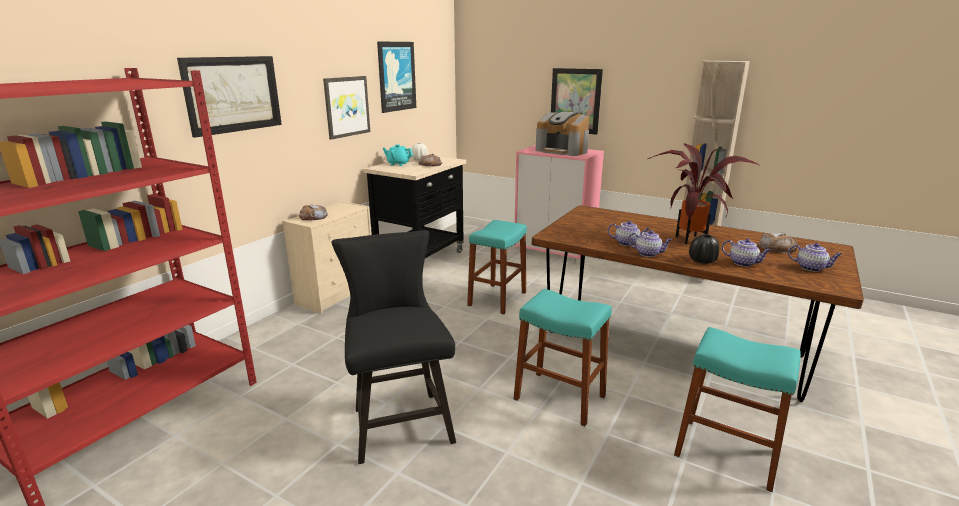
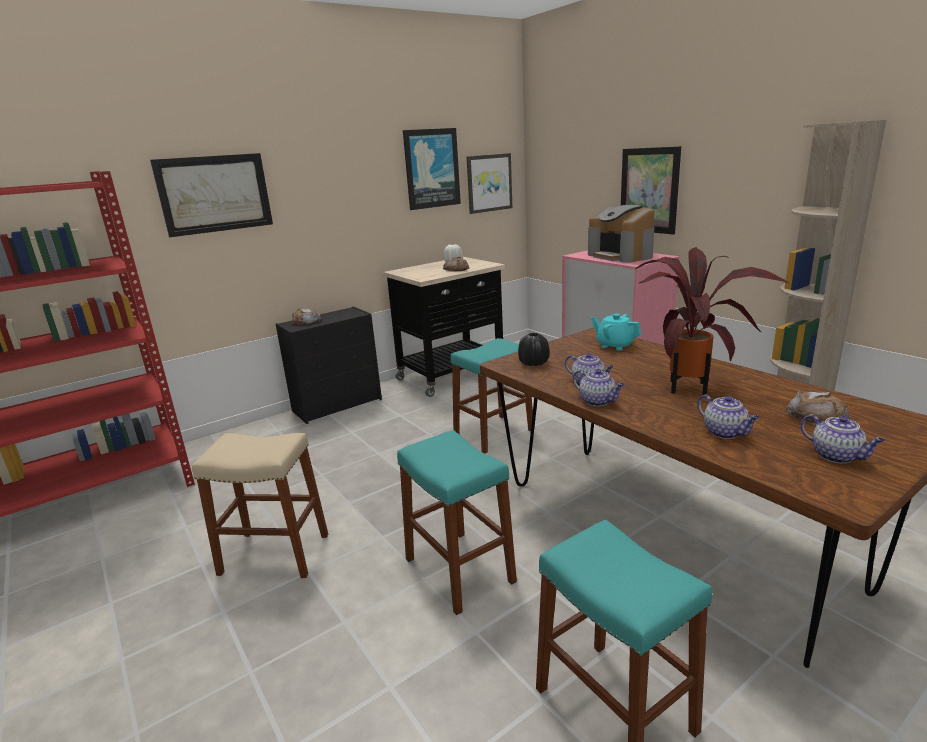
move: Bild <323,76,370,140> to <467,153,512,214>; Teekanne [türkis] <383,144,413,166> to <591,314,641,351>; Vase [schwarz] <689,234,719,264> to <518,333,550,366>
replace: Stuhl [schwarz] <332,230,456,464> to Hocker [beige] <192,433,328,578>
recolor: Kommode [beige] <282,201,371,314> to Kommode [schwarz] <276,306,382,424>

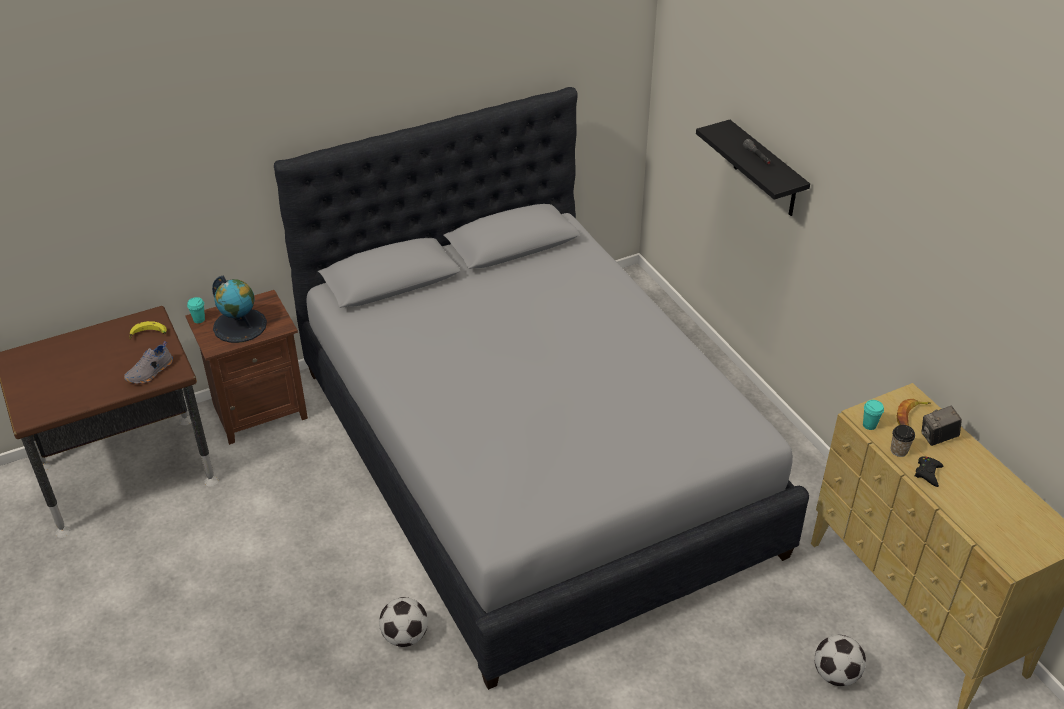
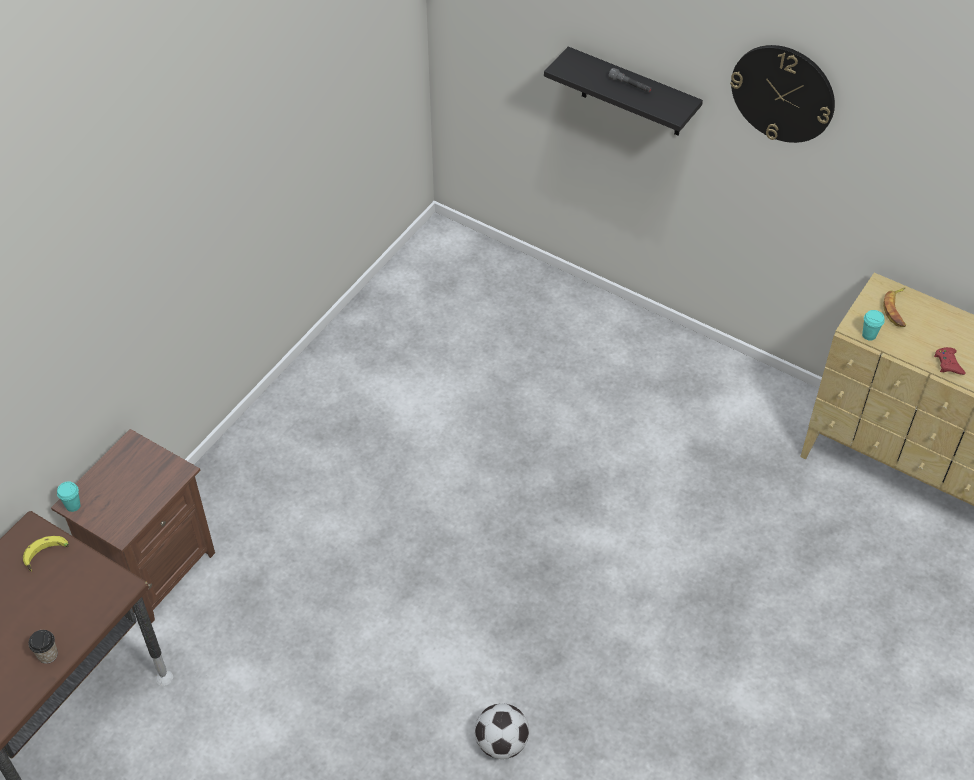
delete: Bett [grau] <274,87,809,690>; Globus <212,276,267,343>; Schuh [grau] <124,341,173,384>; Kamera <921,406,962,446>; Fußball <815,635,866,686>
insert: Wanduhr <730,45,835,143>
move: Tasse <891,425,915,457> to <28,630,58,664>
recolor: Gamepad [schwarz] <915,457,944,487> to Gamepad [rot] <934,347,966,375>

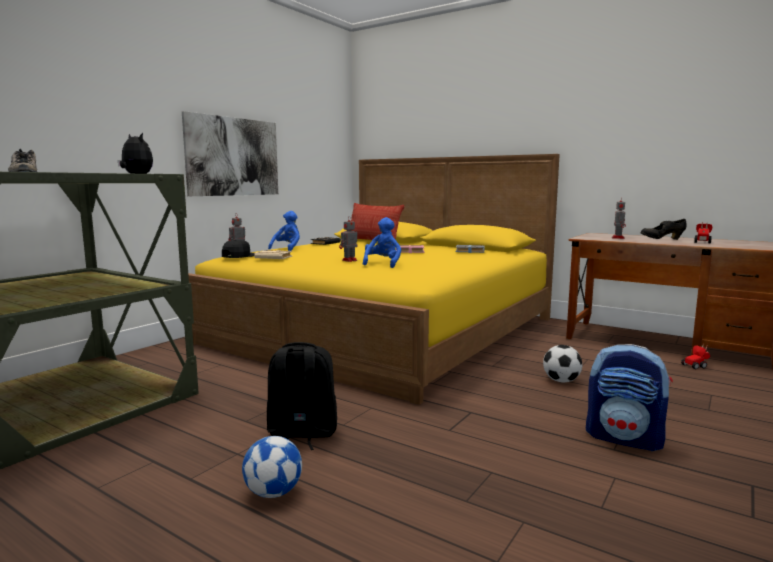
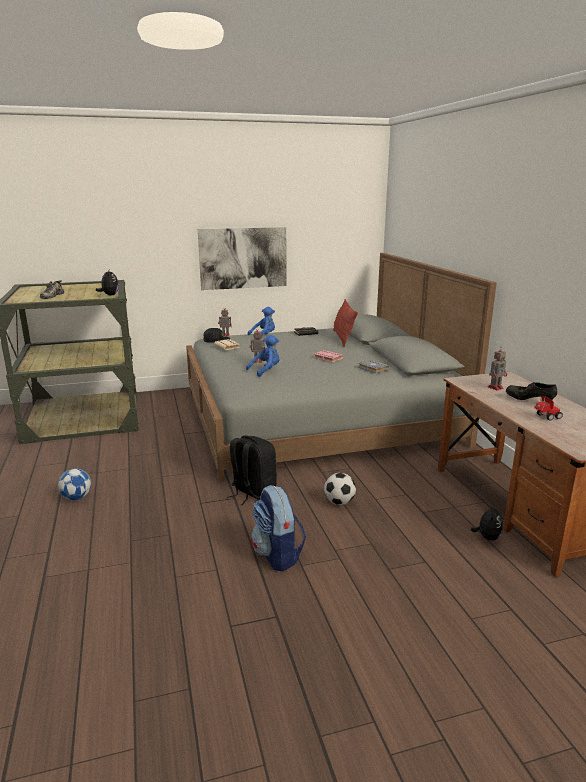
move: Rucksack [schwarz] <267,342,337,450> to <227,435,277,505>
replace: Spielzeugauto <681,343,711,369> to Plüschtier <471,504,504,541>
recolor: Bett [gelb] <188,154,560,405> to Bett [grau] <186,253,497,481>

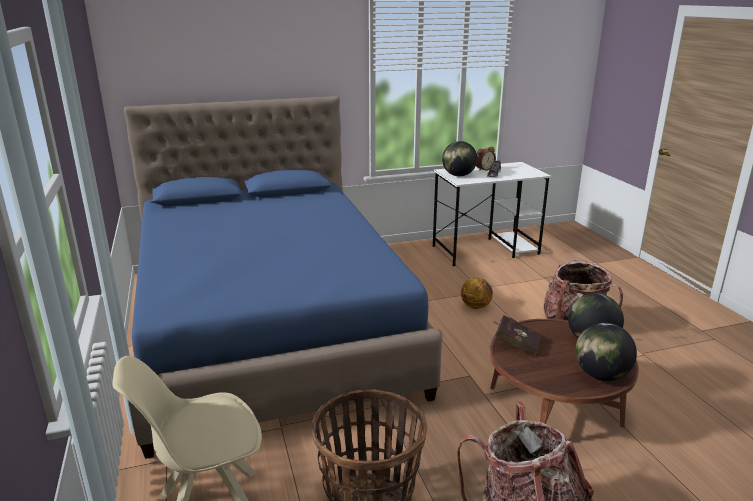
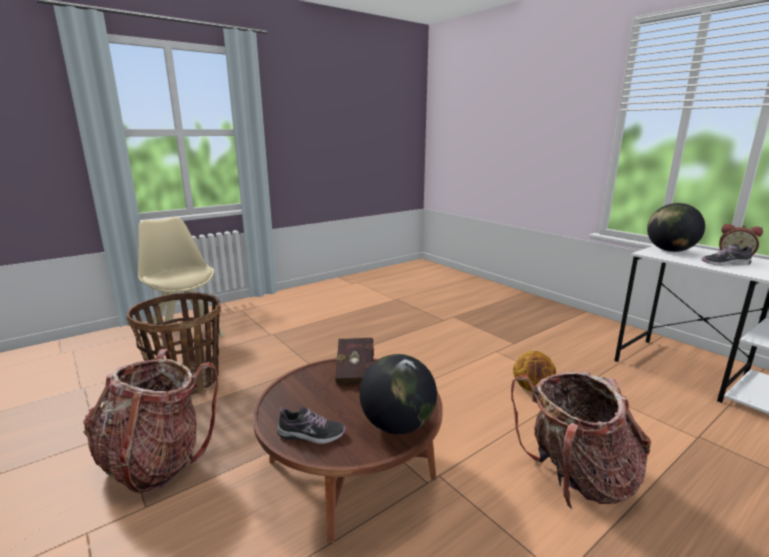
delete: Bett [blau] <124,96,443,459>
replace: Globus <575,323,637,381> to Schuh <277,407,346,444>

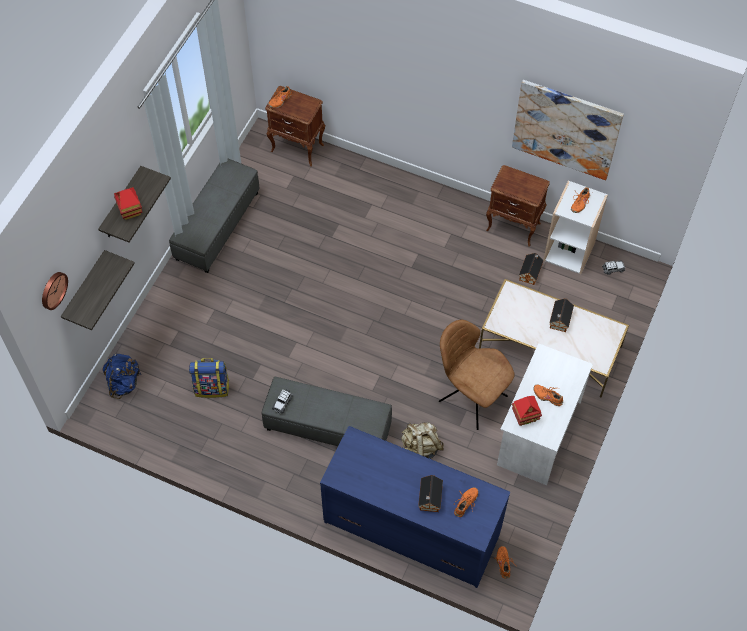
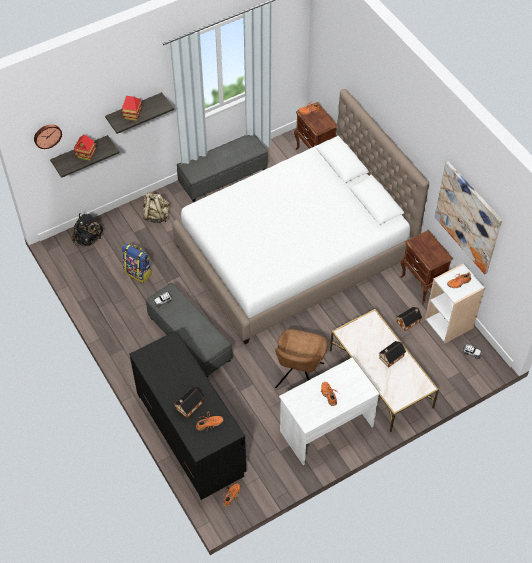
insert: Bett [weiß] <172,89,429,344>
move: Spielzeughaus <512,396,542,426> to <74,135,96,161>; Rucksack [beige] <401,422,444,459> to <143,191,170,223>
recolor: Rucksack [blau] <102,354,141,399> to Rucksack [schwarz] <72,213,103,246>; Kommode [blau] <320,426,510,588> to Kommode [schwarz] <129,331,246,500>
rotate: Stuhl [braun] <439,320,515,430> = <275,329,327,388> 150 degrees counterclockwise

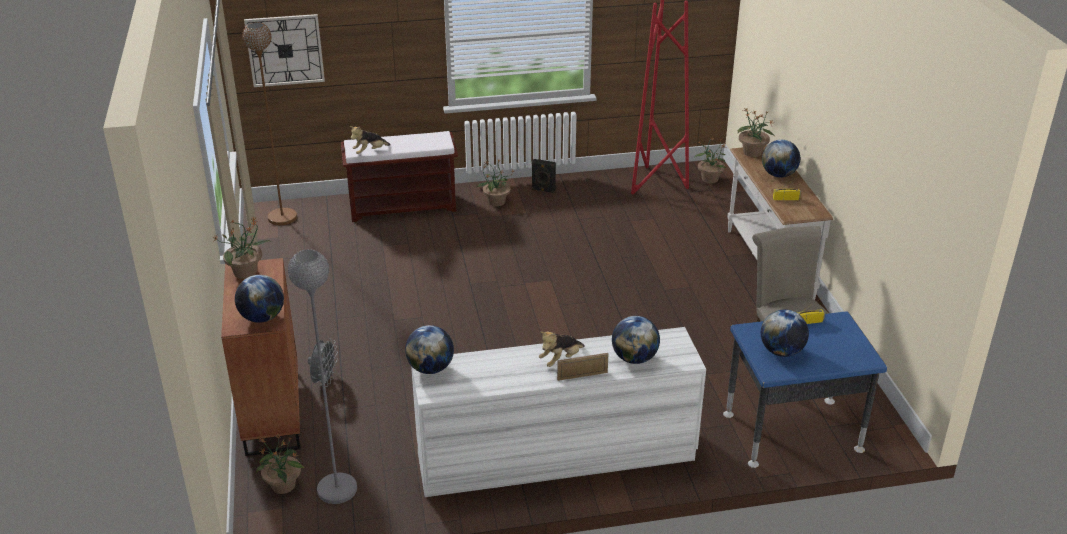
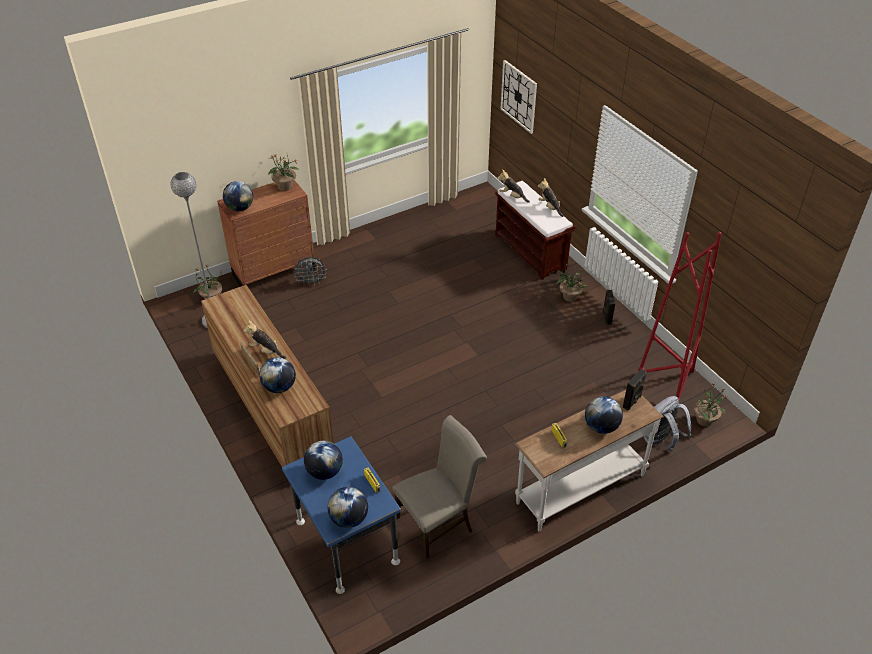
delete: Stehlampe [braun] <242,22,297,225>
insert: Plüschtier <538,178,564,217>; Rucksack [grau] <644,396,691,452>
move: Globus <405,325,454,374> to <328,487,368,528>
replace: Topfpflanze <738,108,774,157> to Lautsprecher [schwarz] <623,369,647,411>
recolor: Kommode [weiß] <411,327,706,497> to Kommode [braun] <201,285,334,467>

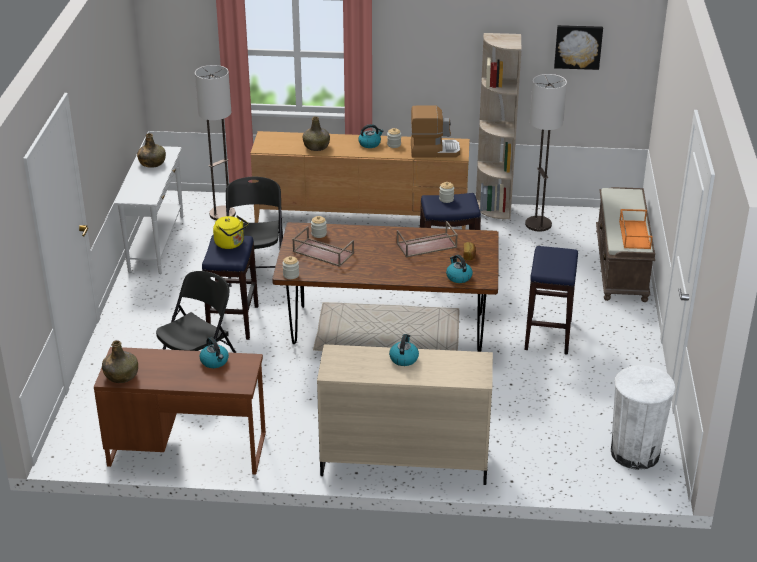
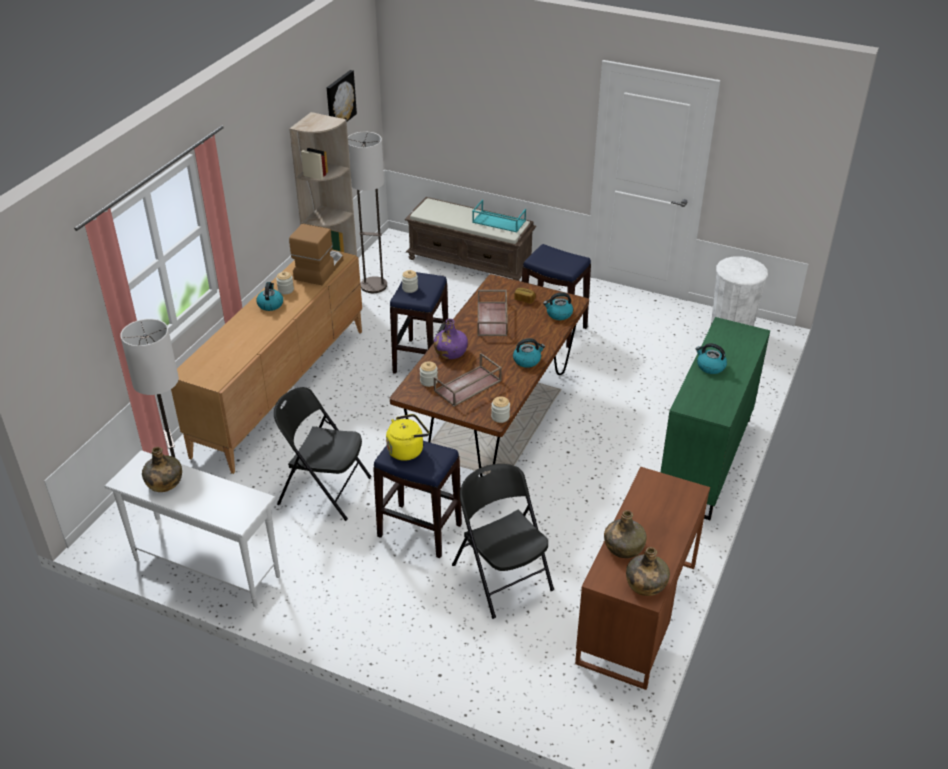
insert: Flasche [lila] <433,318,468,359>
move: Flasche [grün] <303,116,330,151> to <604,510,646,558>; Wasserkessel <200,337,229,368> to <513,338,545,368>
recolor: Tablett [orange] <619,209,653,249> to Tablett [türkis] <472,200,526,232>; Kommode [beige] <317,344,493,485> to Kommode [grün] <661,317,770,520>

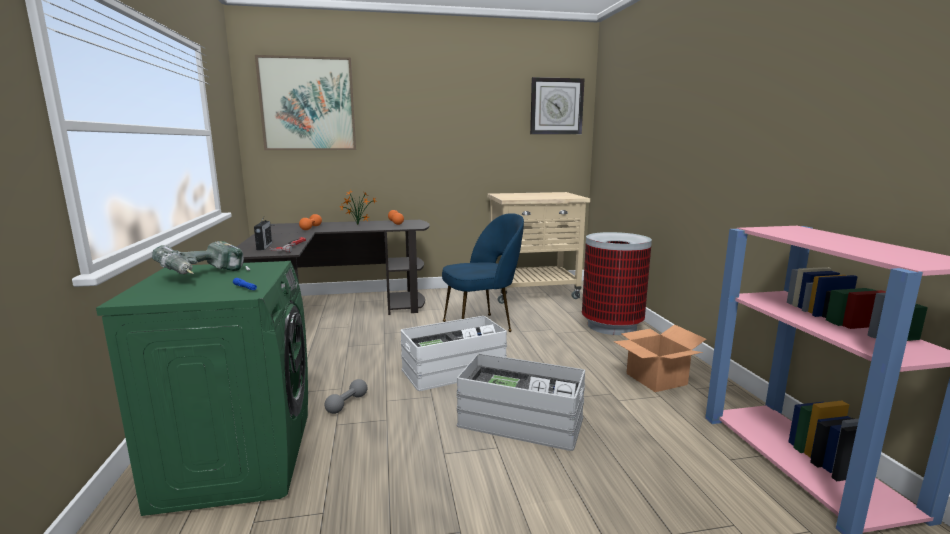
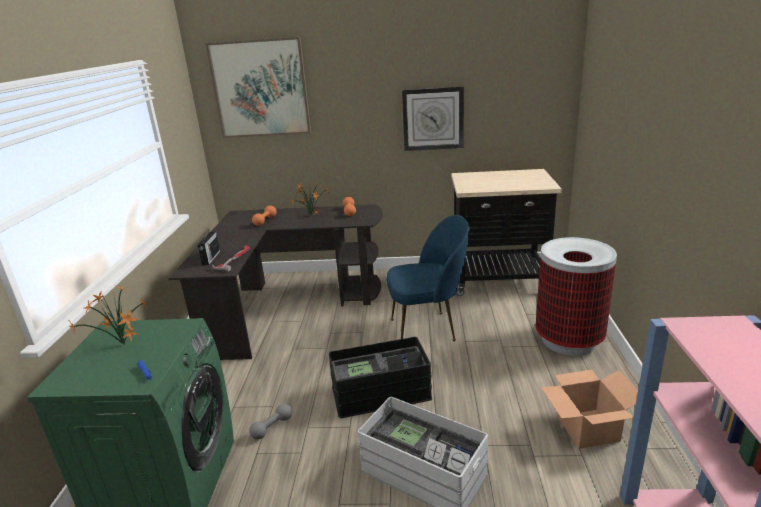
move: Wanduhr <530,77,585,134> to <402,86,464,151>
replace: Bohrmaschine <152,241,250,274> to Topfpflanze <69,286,147,344>
recolor: Rollwagen [beige] <487,192,590,304> to Rollwagen [schwarz] <451,169,562,296>; Aufbewahrungsbox [weiß] <401,316,507,391> to Aufbewahrungsbox [schwarz] <329,337,432,418>

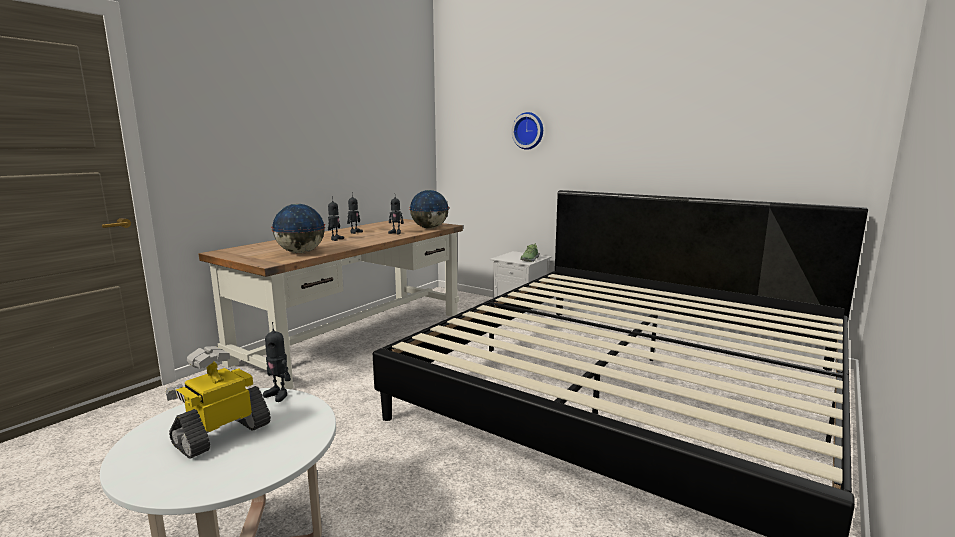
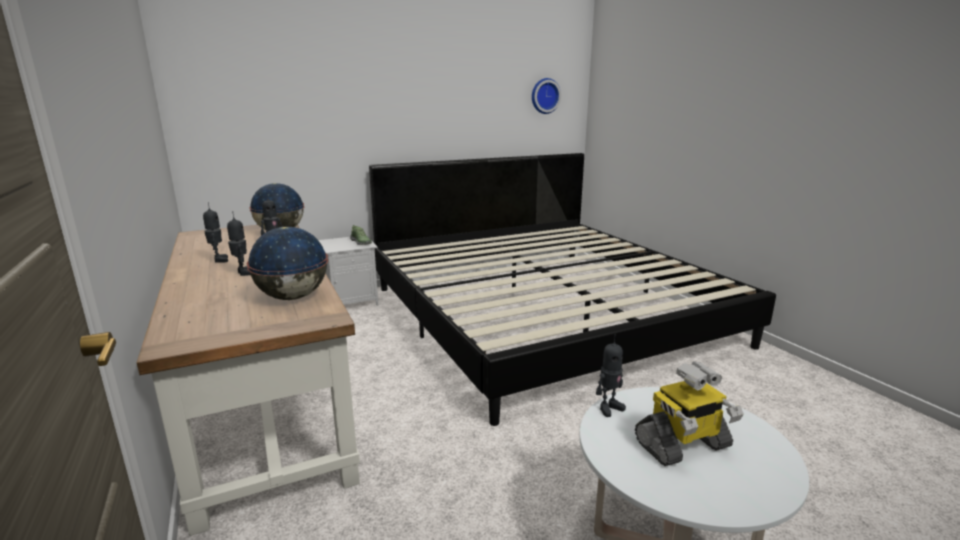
move: Wanduhr <512,112,543,150> to <532,78,561,114>
rotate: Spielzeugroboter <166,346,271,459> = <635,361,744,466> 90 degrees counterclockwise

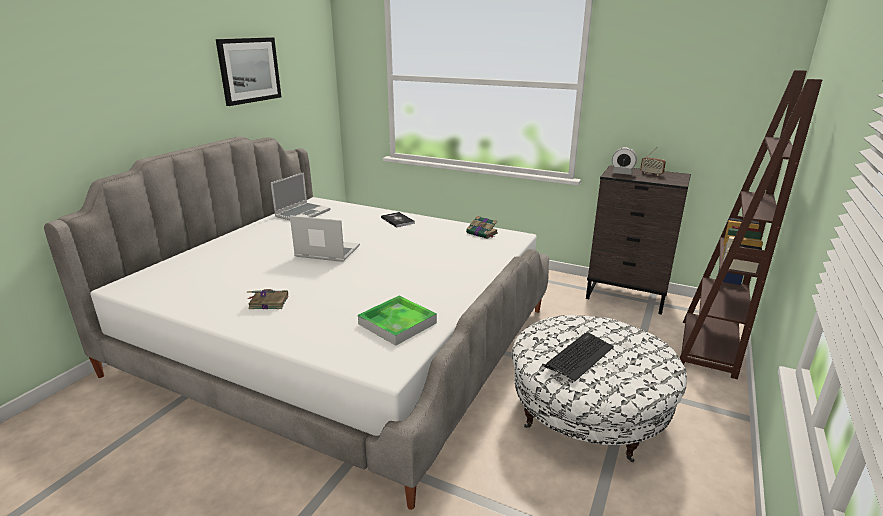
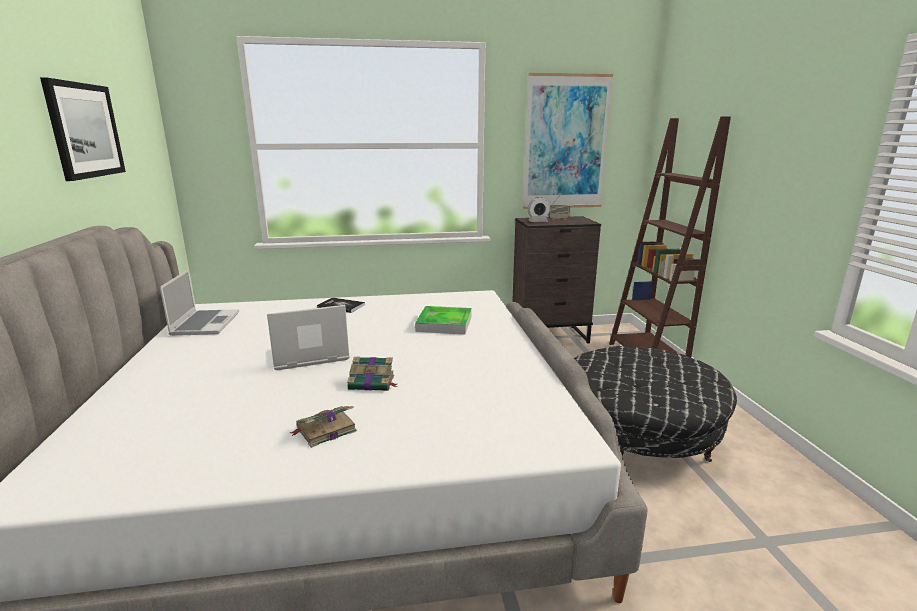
delete: Tastatur <544,333,614,381>
insert: Bild <523,73,613,209>
move: Buch <466,216,498,239> to <347,357,397,391>; Tablett <358,296,437,346> to <415,306,472,334>
recolor: Polsterhocker [weiß] <512,315,687,462> to Polsterhocker [schwarz] <574,346,737,462>

